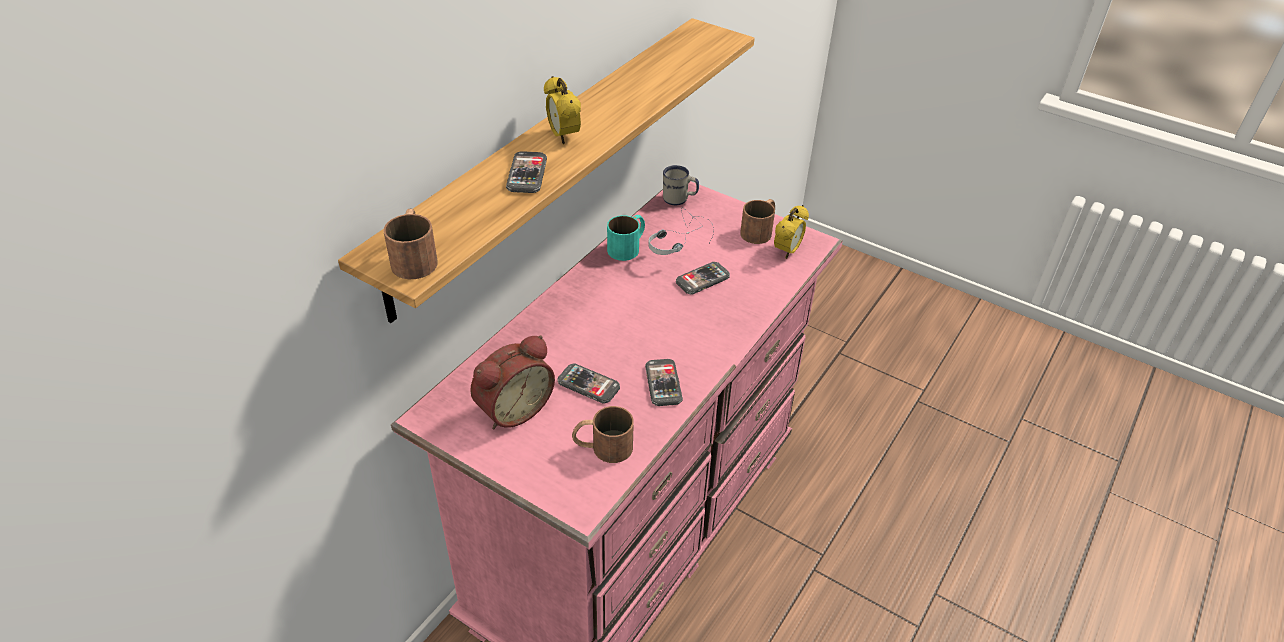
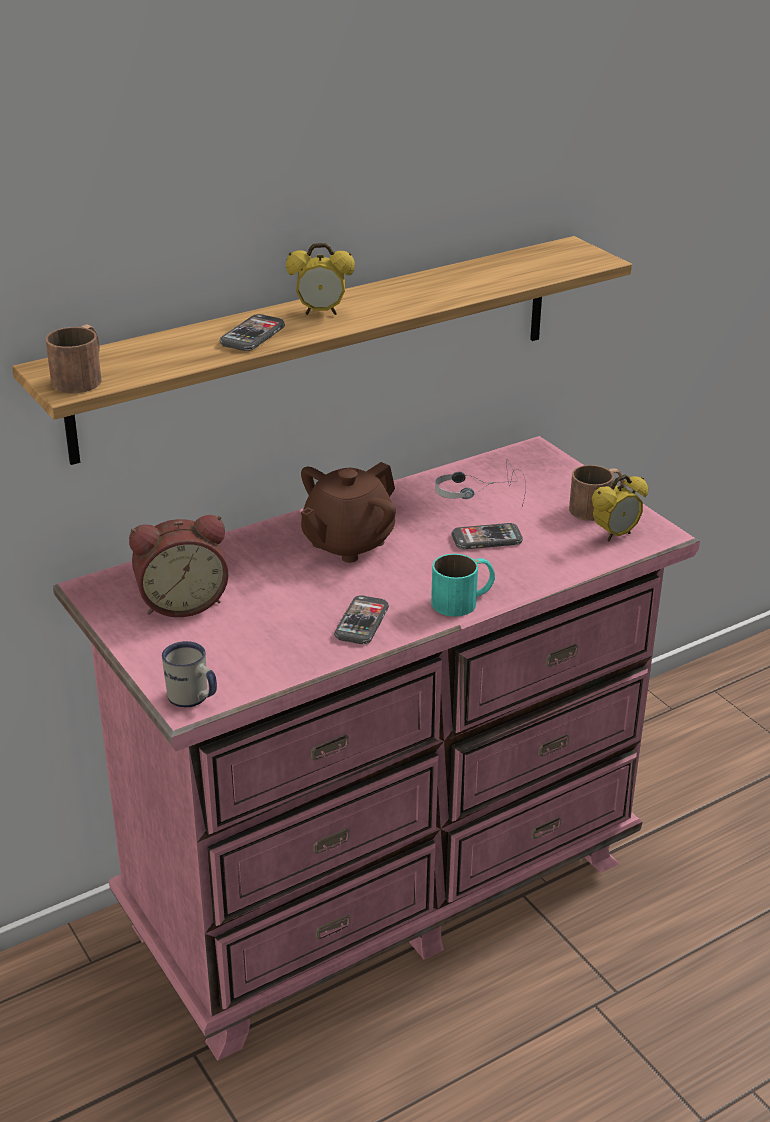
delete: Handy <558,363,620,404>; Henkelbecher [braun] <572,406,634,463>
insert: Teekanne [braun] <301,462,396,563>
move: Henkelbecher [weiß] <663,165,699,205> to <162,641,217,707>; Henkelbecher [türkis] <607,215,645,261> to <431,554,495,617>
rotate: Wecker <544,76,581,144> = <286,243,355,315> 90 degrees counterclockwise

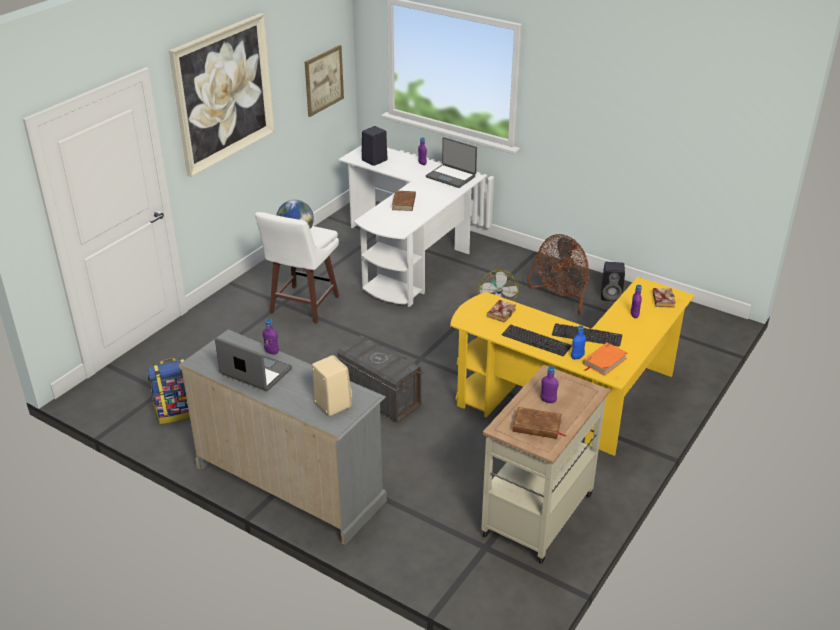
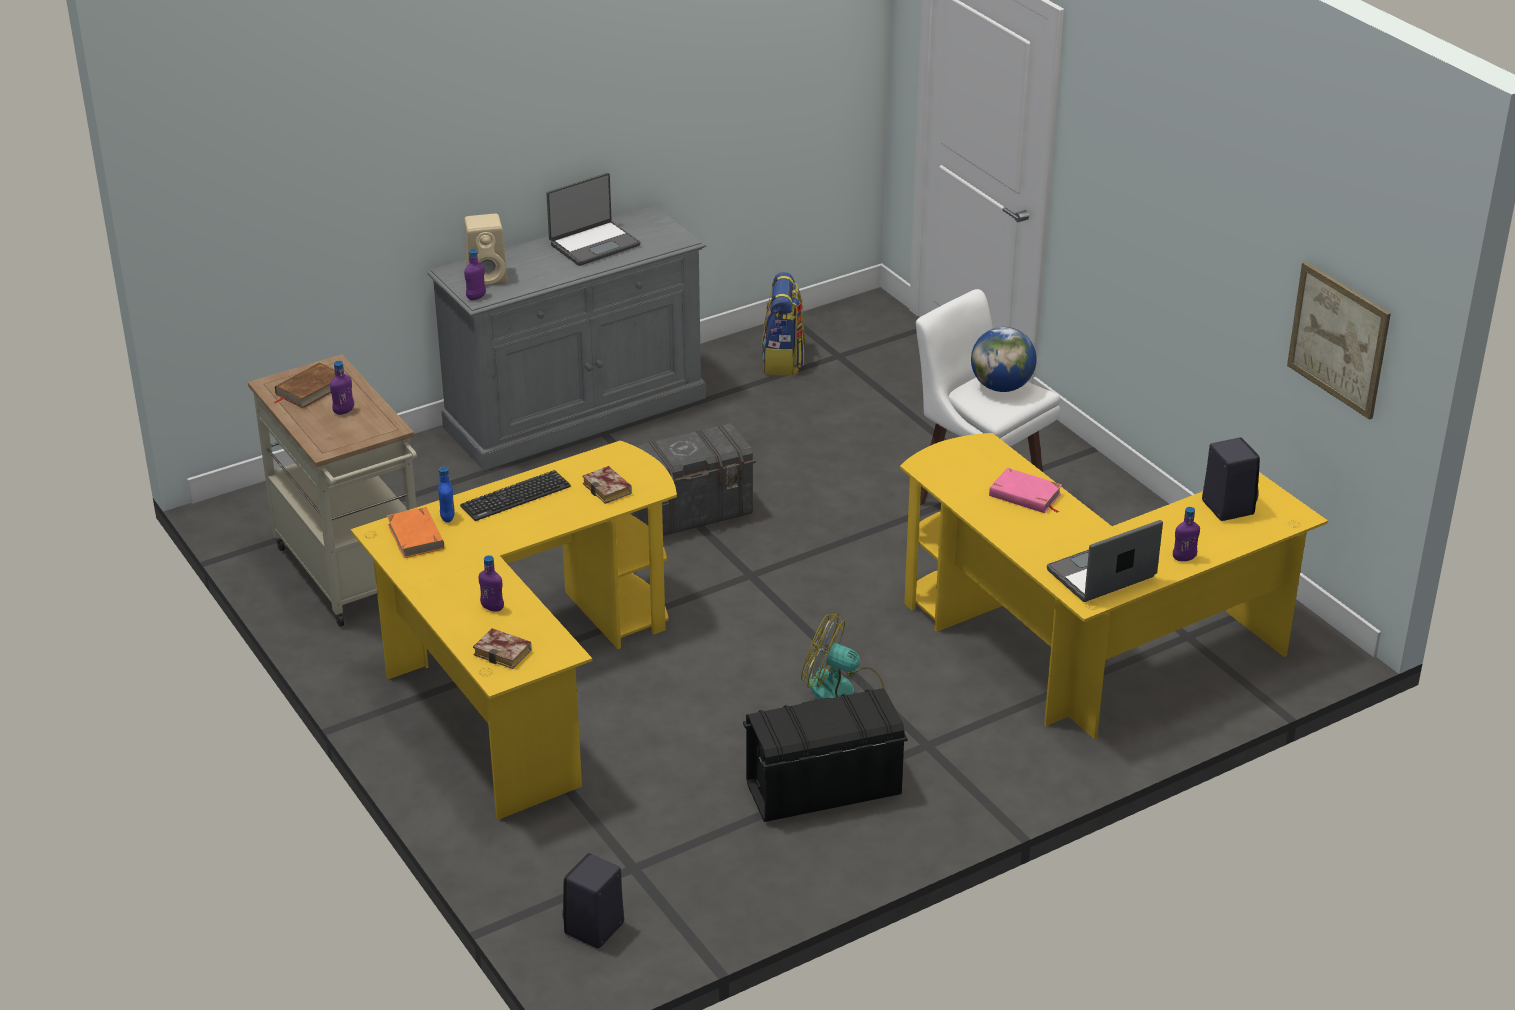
delete: Bild <169,13,275,177>; Tastatur <552,323,622,347>
move: Lautsprecher [schwarz] <601,262,625,301> to <562,853,624,949>; Flasche [lila] <263,319,279,354> to <464,249,486,300>
replace: Ventilator [braun] <527,234,590,316> to Aufbewahrungsbox [schwarz] <743,688,908,822>
recolor: Schreibtisch [weiß] <338,145,486,307> to Schreibtisch [gelb] <900,433,1328,739>; Buch [braun] <392,191,416,211> to Buch [rosa] <989,468,1062,513>

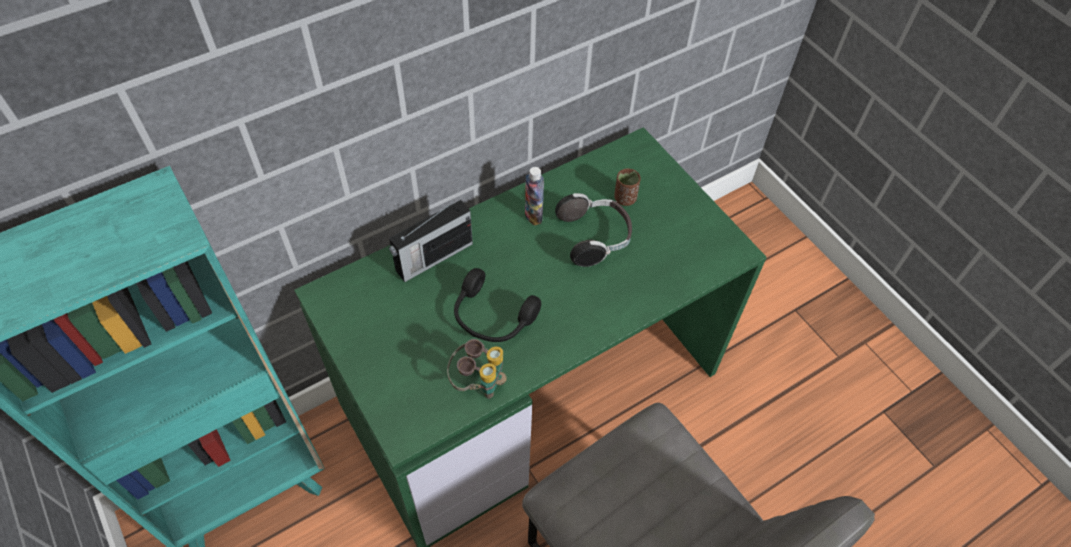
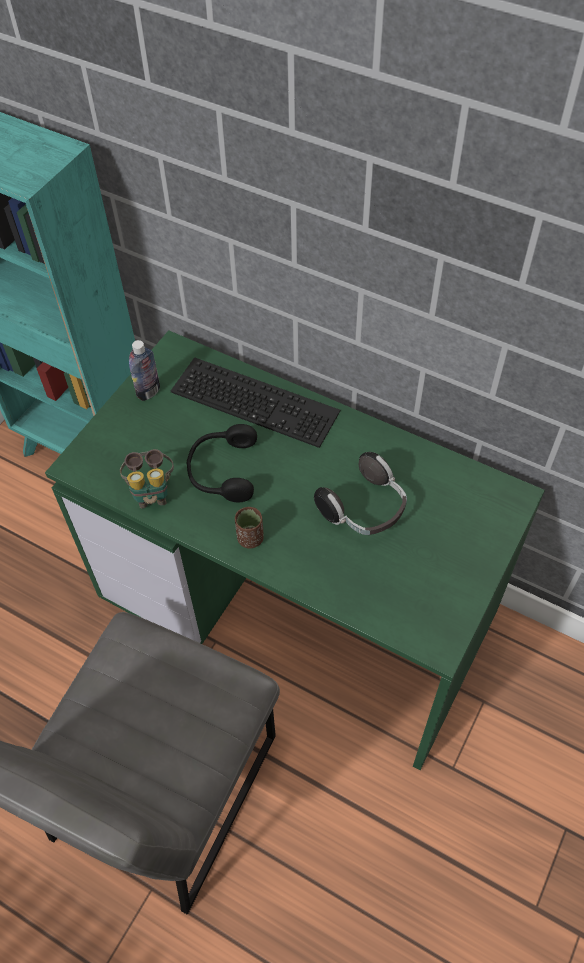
move: Flasche <525,167,544,225> to <129,340,160,401>; Tasse [braun] <614,168,641,206> to <235,507,264,549>
replace: Radio <389,200,473,282> to Tastatur <171,357,340,448>

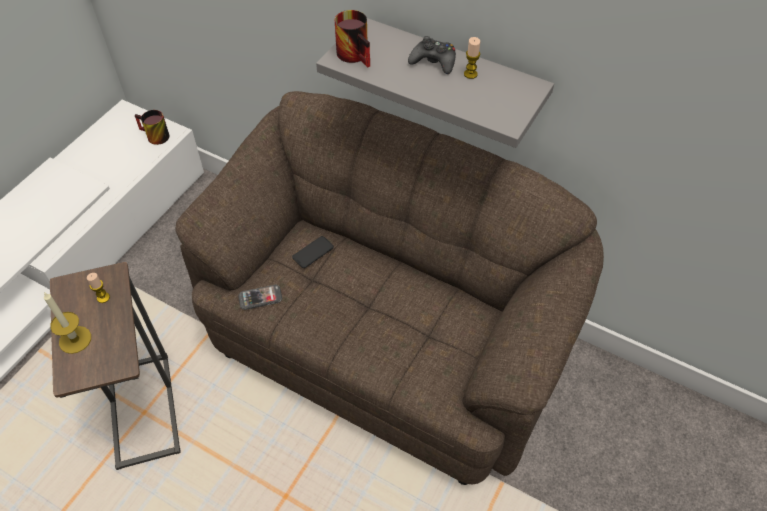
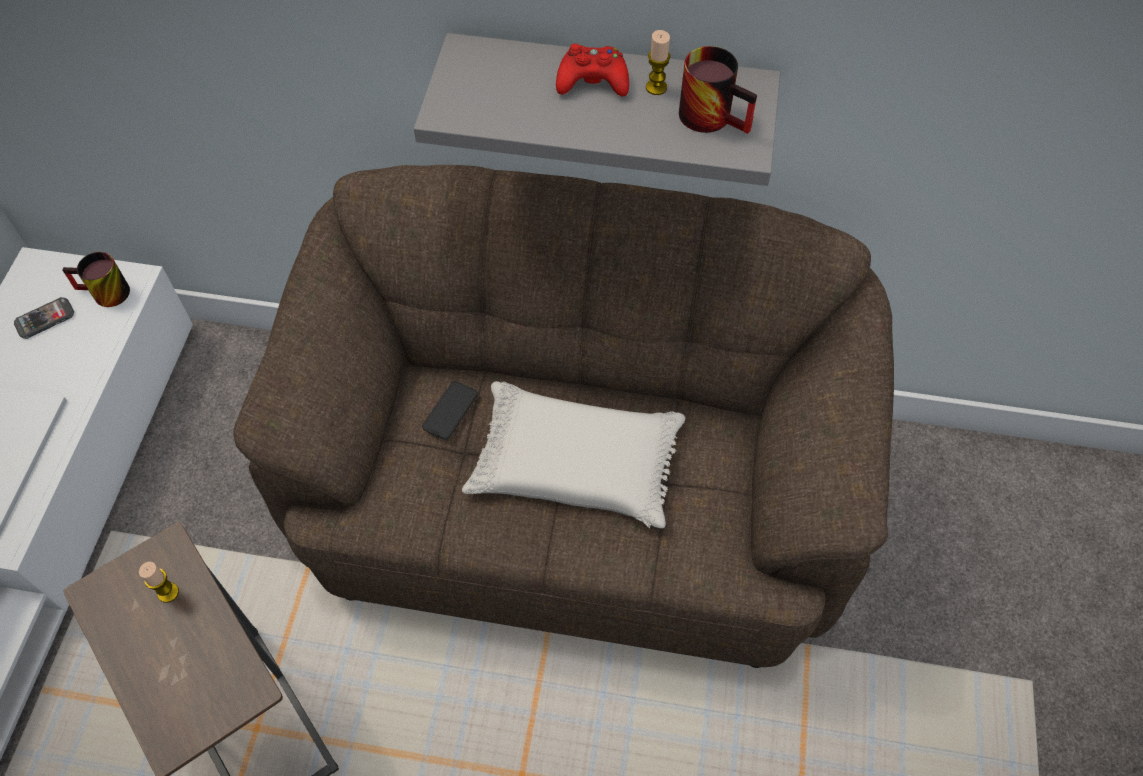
delete: Kerze <44,292,91,354>
insert: Kissen [weiß] <462,381,685,528>
move: Henkelbecher <335,10,370,68> to <679,46,757,134>; Handy <238,285,282,310> to <14,297,74,339>
recolor: Gamepad [schwarz] <408,36,456,74> to Gamepad [rot] <556,43,629,96>

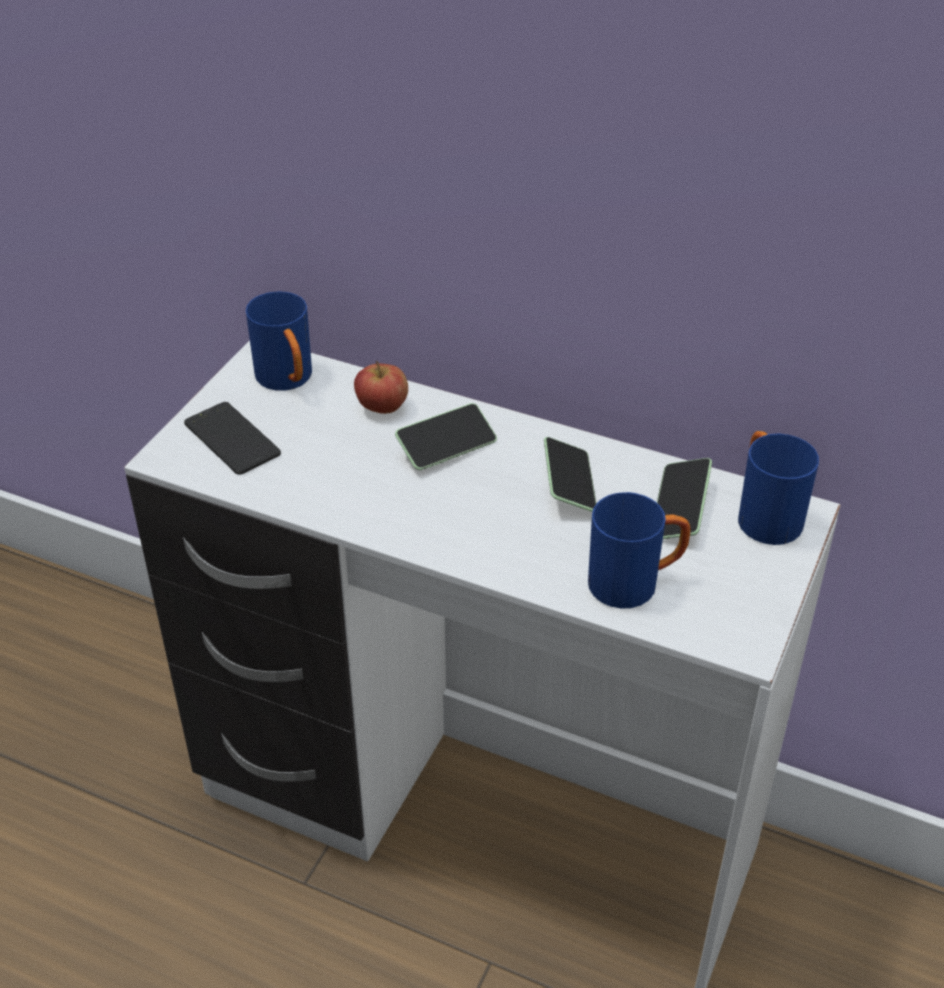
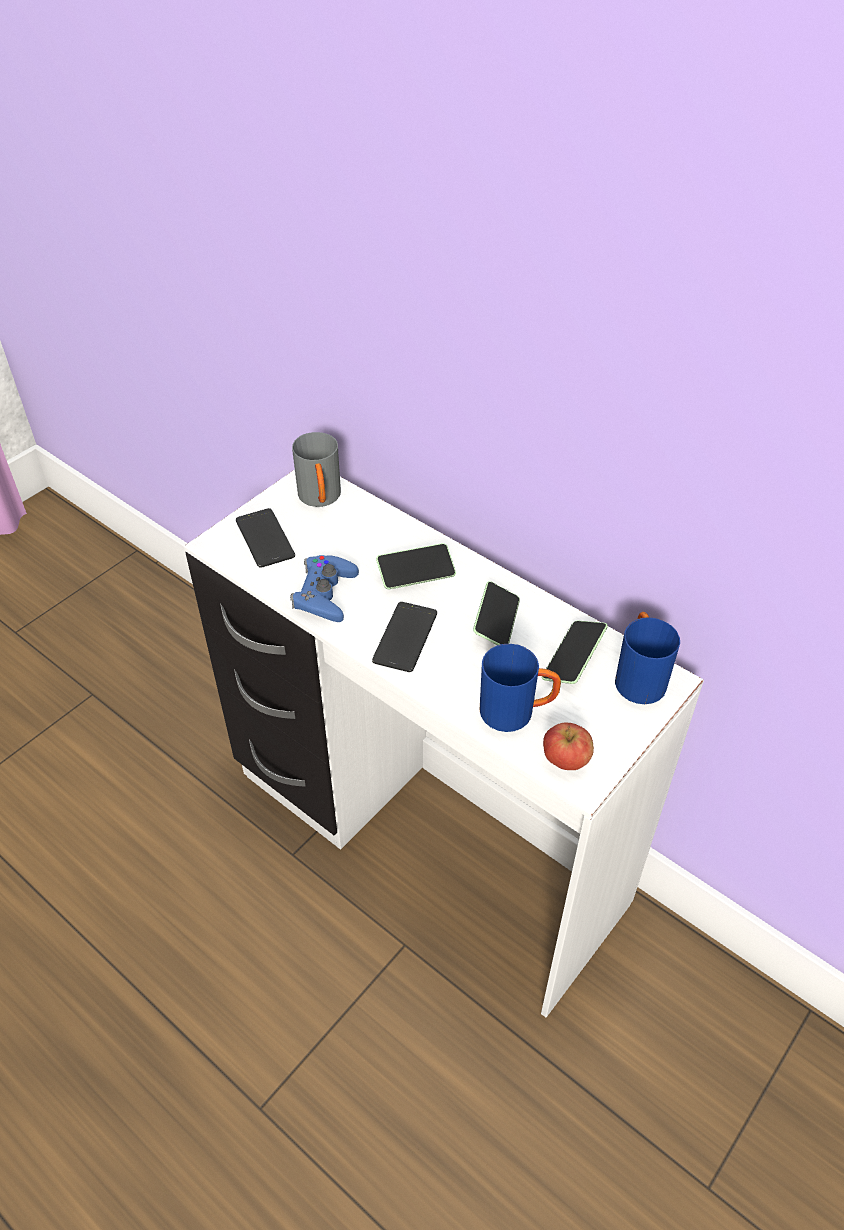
insert: Gamepad [blau] <290,555,359,622>; Handy <372,602,437,672>
move: Apfel <354,361,408,414> to <543,723,594,770>
recolor: Henkelbecher [blau] <246,292,312,391> to Henkelbecher [grau] <292,432,341,507>

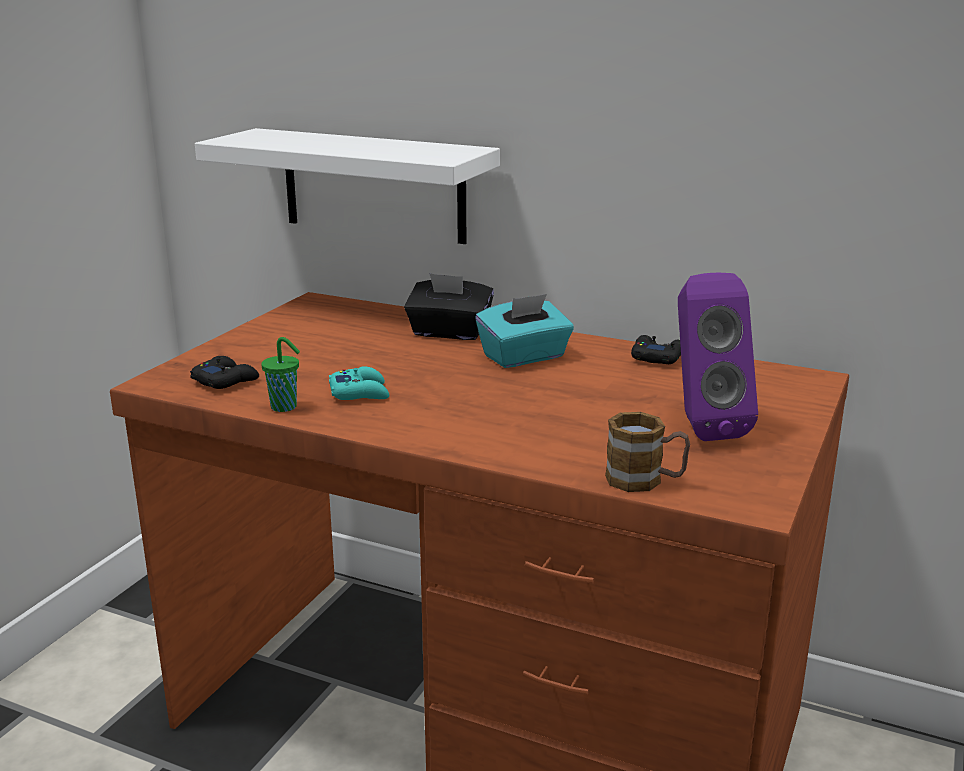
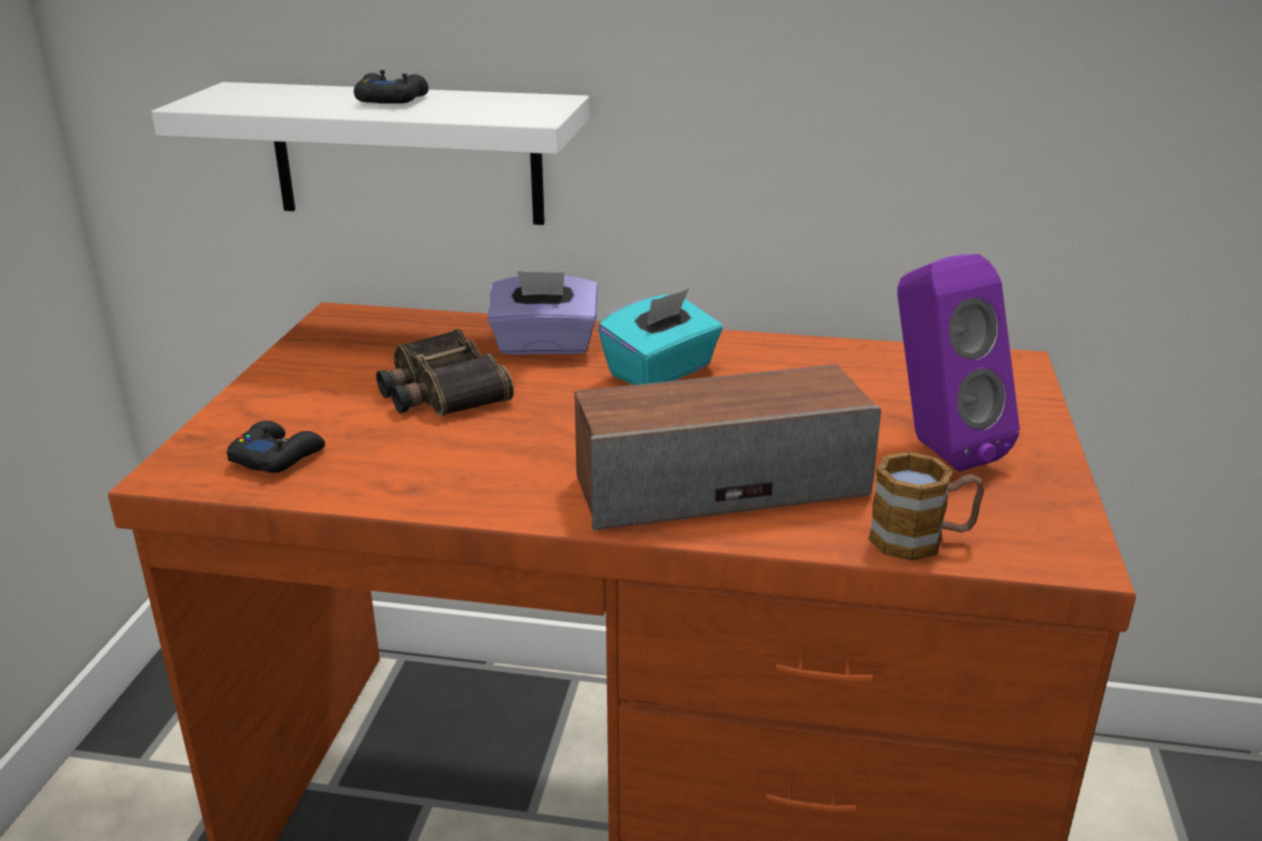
delete: Tasse [grün] <261,337,300,412>; Gamepad [türkis] <329,367,389,400>
insert: Fernglas <376,329,514,416>; Lautsprecher <574,364,881,530>
move: Gamepad [schwarz] <631,335,681,364> to <354,70,429,104>
recolor: Taschentuchbox [schwarz] <404,273,494,340> to Taschentuchbox [lila] <488,271,598,355>

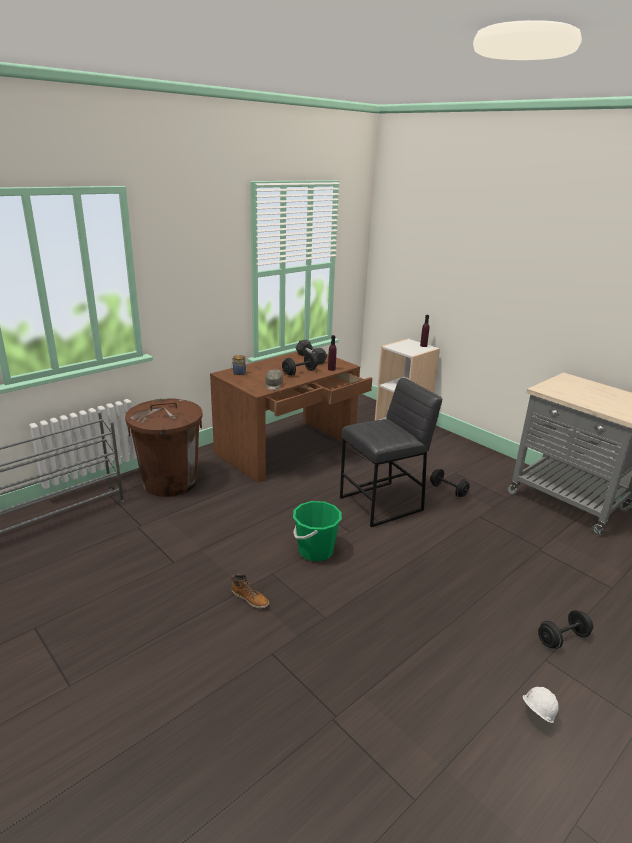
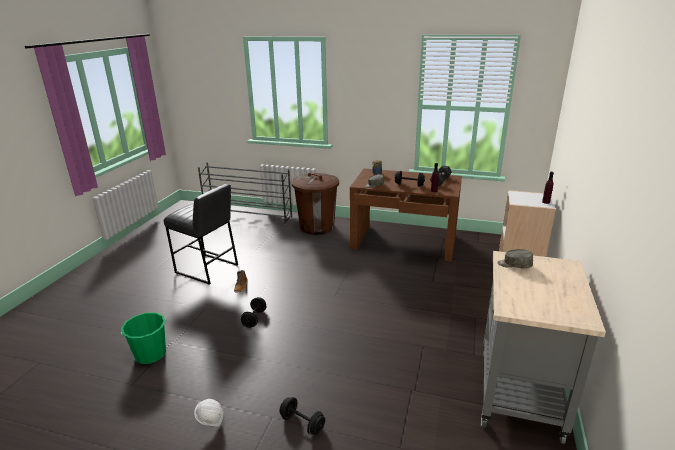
insert: Kappe [grau] <498,249,533,269>
move: Hocker [grau] <340,378,442,527> to <164,184,238,285>; Hantel [schwarz] <430,469,470,497> to <241,297,266,328>; Eimer [grün] <293,501,342,561> to <121,312,166,364>

